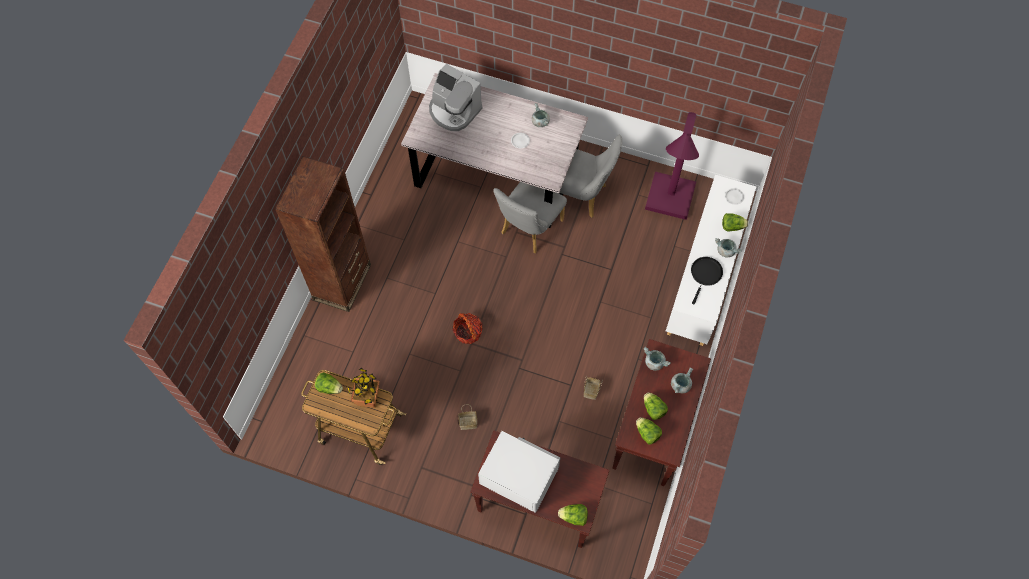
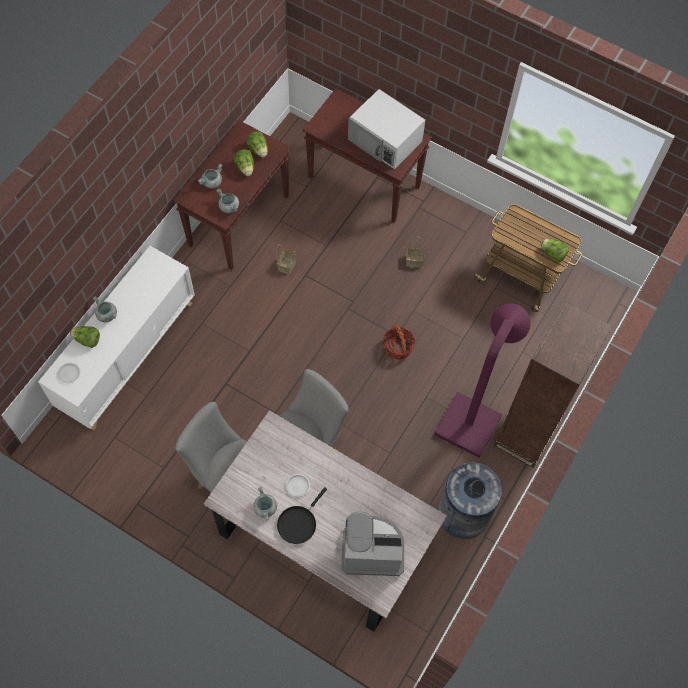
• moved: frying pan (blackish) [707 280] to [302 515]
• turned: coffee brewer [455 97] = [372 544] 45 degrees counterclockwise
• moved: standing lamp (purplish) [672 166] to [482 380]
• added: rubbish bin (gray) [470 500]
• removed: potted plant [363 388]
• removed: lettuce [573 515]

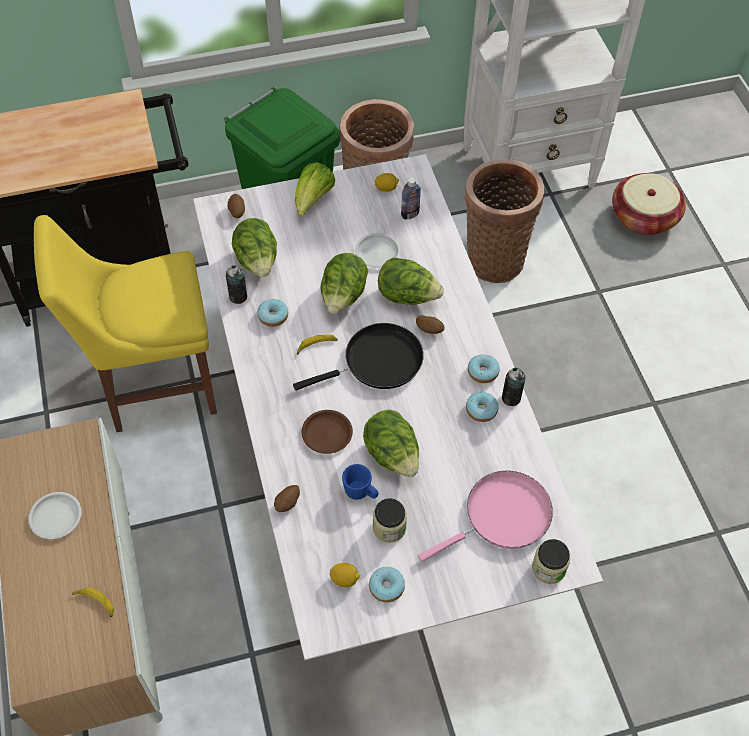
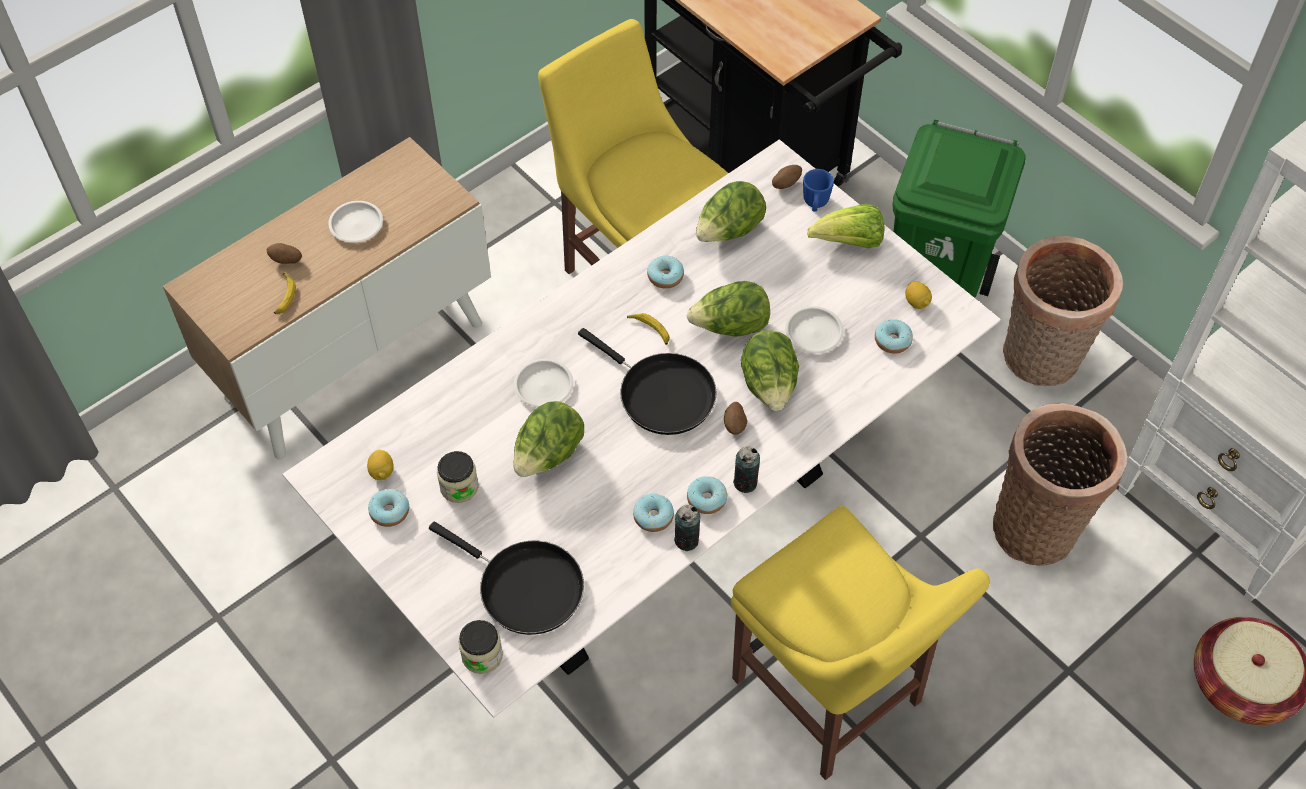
• moved: potato [287 498] to [284 253]
• recoloured: frying pan (pinkish) [485 516] to frying pan (blackish) [506 578]
• recoloured: dinner plate (brownish) [327 432] to dinner plate (white-coloured) [544 383]
• added: chair (yellow) [860 643]
• moved: sealed can [236 284] to [746 469]
• moved: tea mug (blue) [360 482] to [818 190]
• replaced: drink bottle [411 198] to doughnut [894 336]

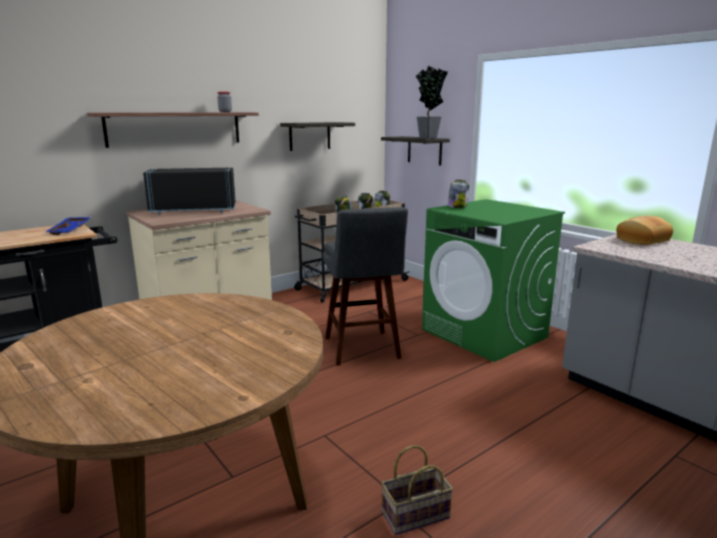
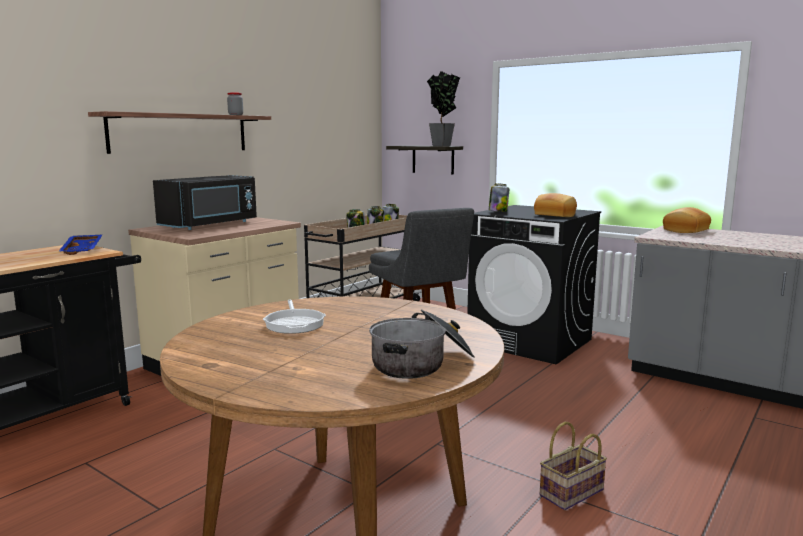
• turned: kitchen microwave (blackish) [189 191] = [205 202] 150 degrees clockwise
• added: frying pan [294 316]
• added: cooking pot [422 344]
• recoloured: laundry machine (greenish) [493 280] to laundry machine (blackish) [534 285]
• added: baked bread [555 205]
• removed: shelf [317 136]

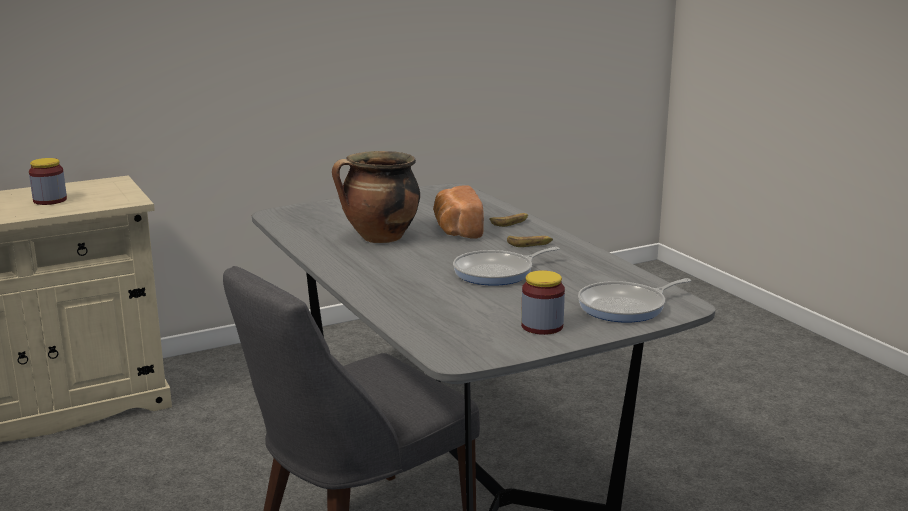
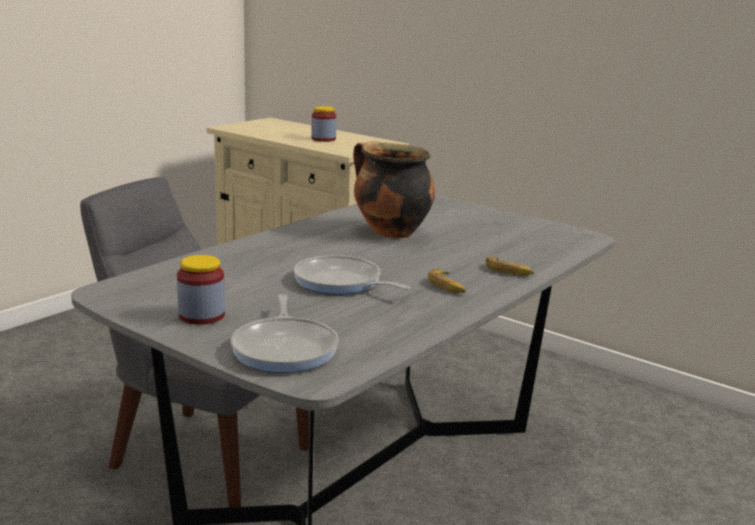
• turned: frying pan [634 300] = [284 333] 135 degrees counterclockwise
• removed: baked bread [458 212]

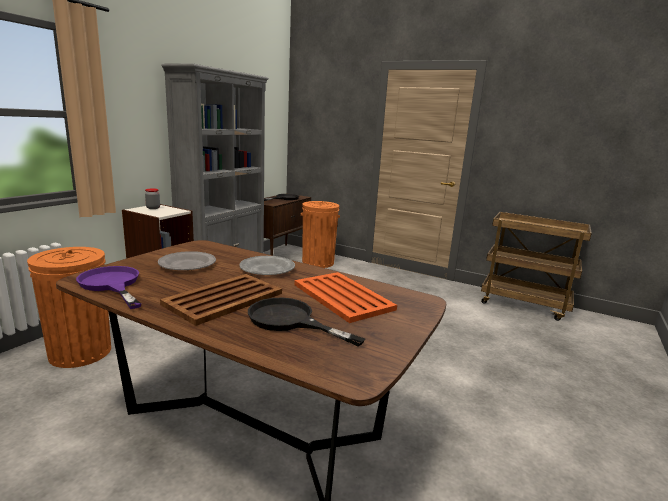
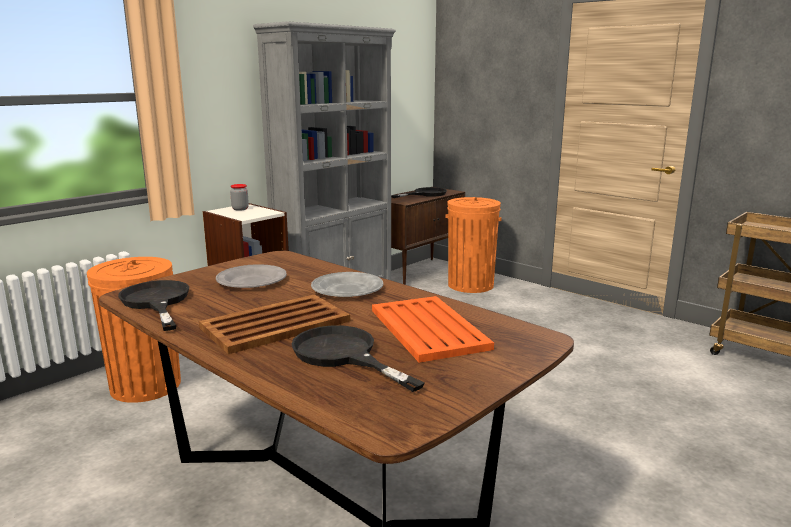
• recoloured: frying pan (purplish) [108 287] to frying pan (blackish) [153 305]

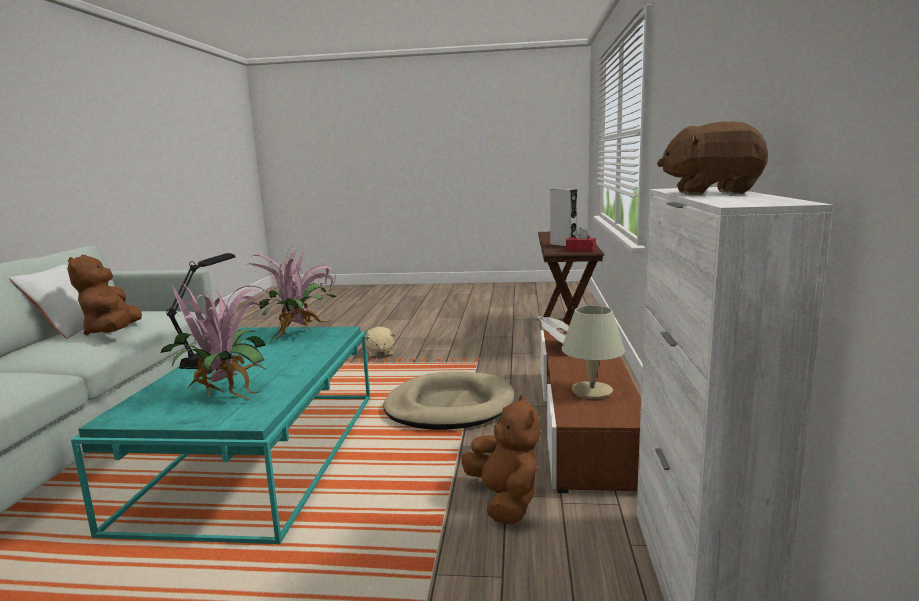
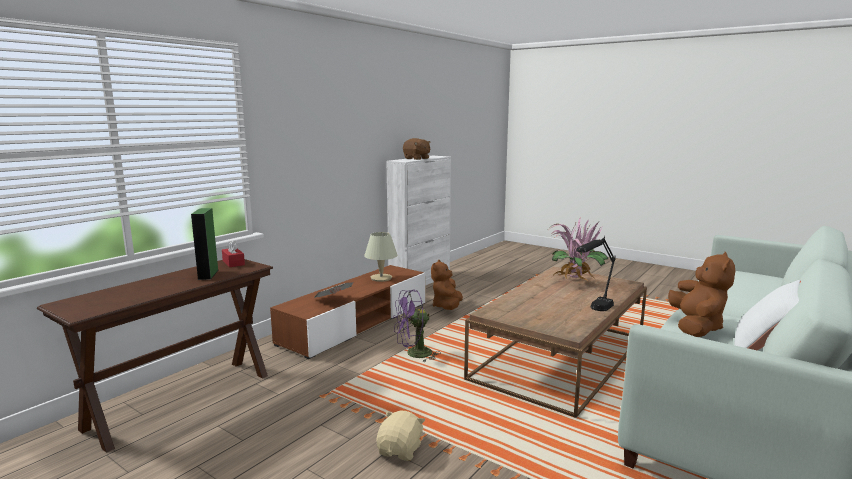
• recoloured: audio speaker (gray) [563 218] to audio speaker (greenish) [204 244]
• replaced: pet bed (sand-coloured) [448 400] to electric fan (purplish) [417 325]
• recoloured: lounge table (blue-green) [220 436] to lounge table (brownish) [555 342]
• removed: potted plant [293 293]

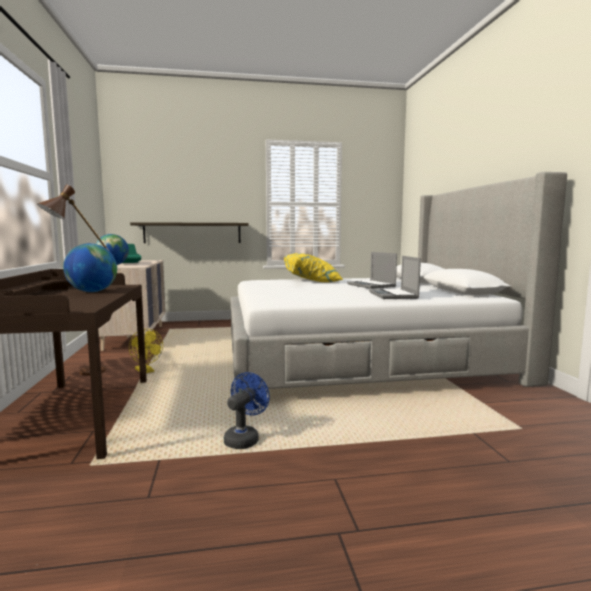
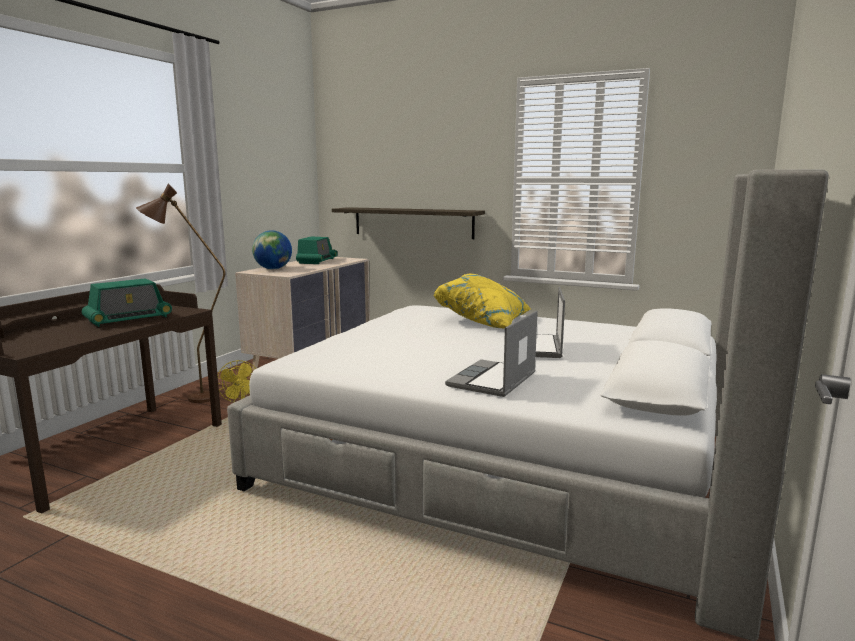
• replaced: globe [90 267] to radio set [127 303]
• removed: electric fan (blue) [247 410]

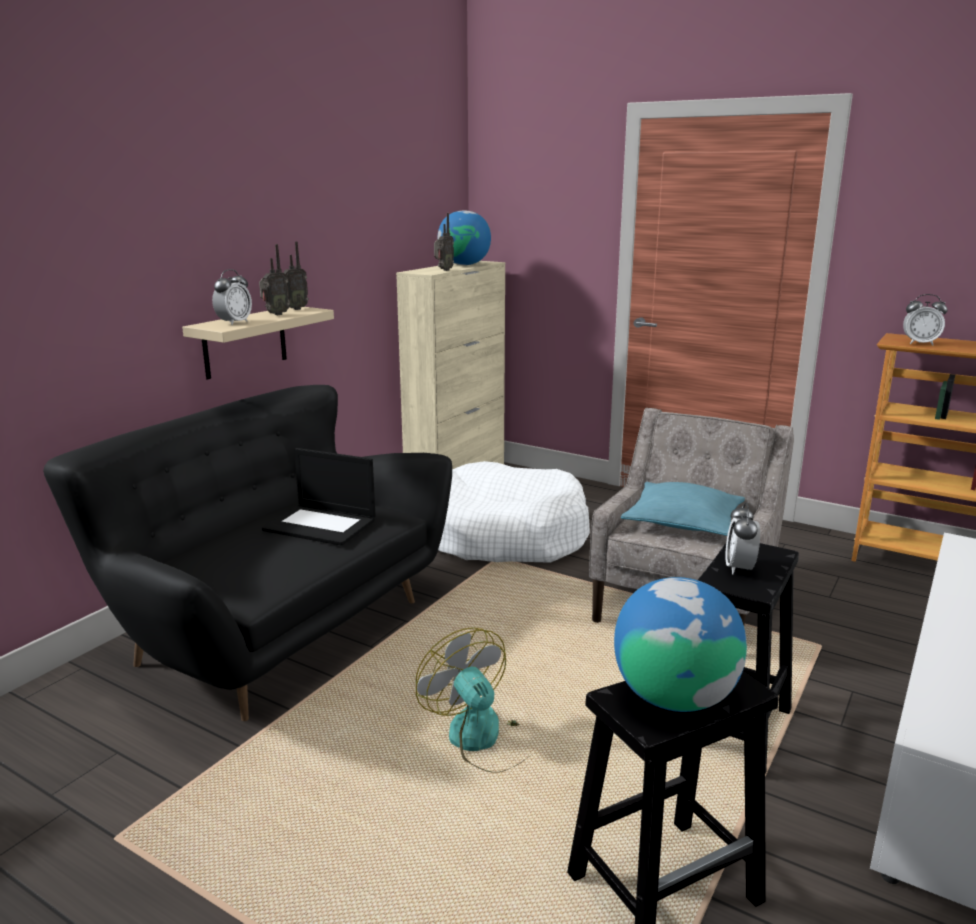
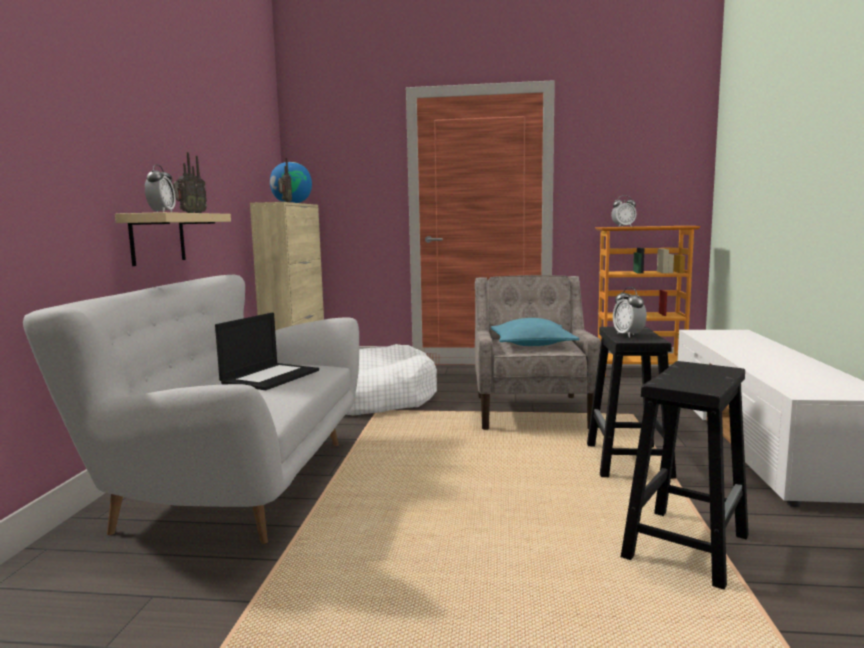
• recoloured: couch (blackish) [247 553] to couch (white-coloured) [191 409]
• turned: notebook computer [319 497] = [267 351] 60 degrees counterclockwise
• removed: electric fan [471 700]
• removed: globe [680 644]

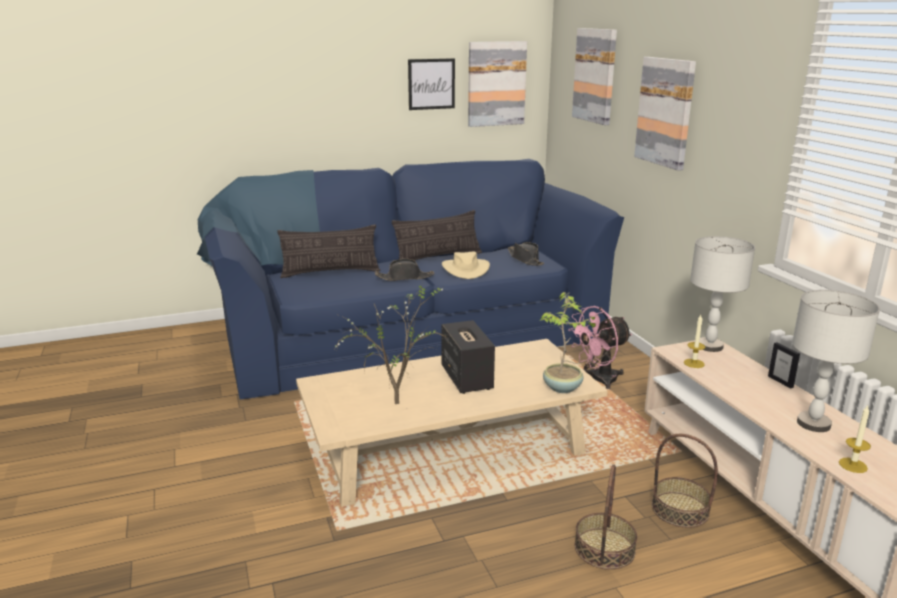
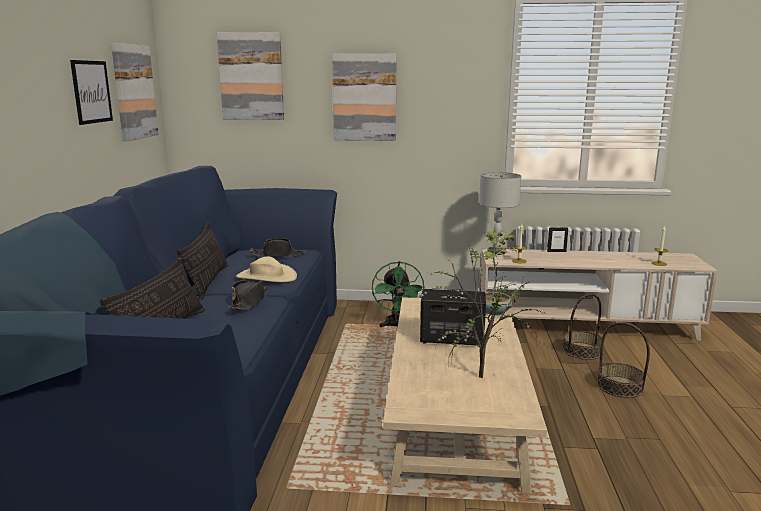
• recoloured: electric fan (pinkish) [600 347] to electric fan (greenish) [398 294]
• removed: lamp for a table (gray) [836 361]

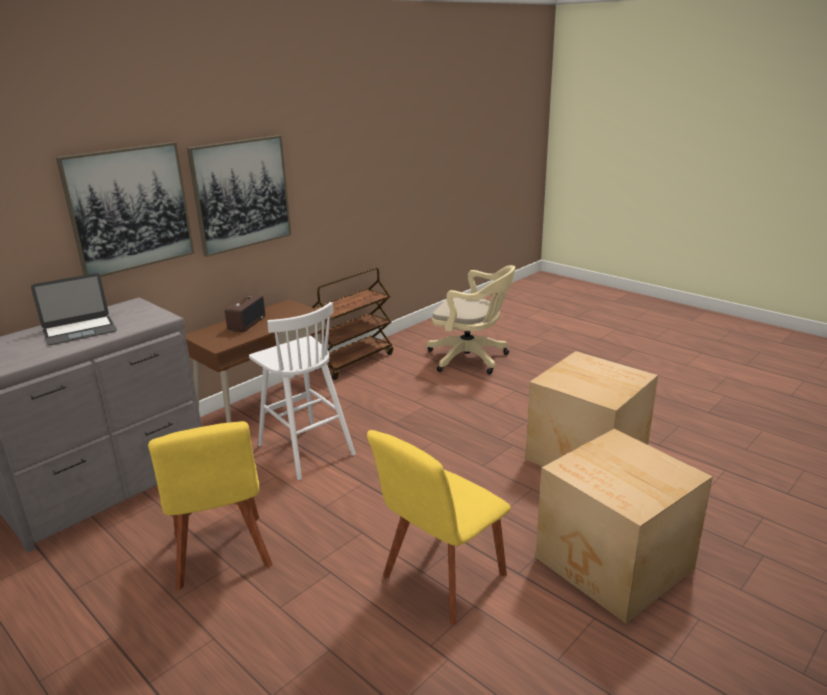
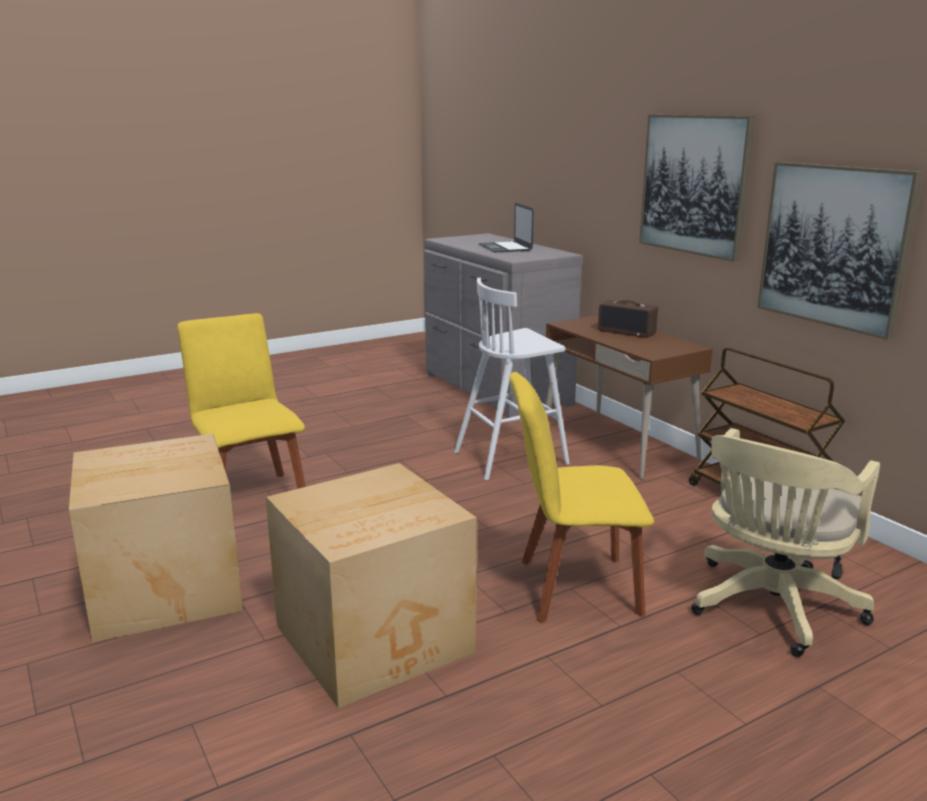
• moved: chair (yellow) [210 506] to [581 497]
• moved: wall picture [125 209] to [839 251]

